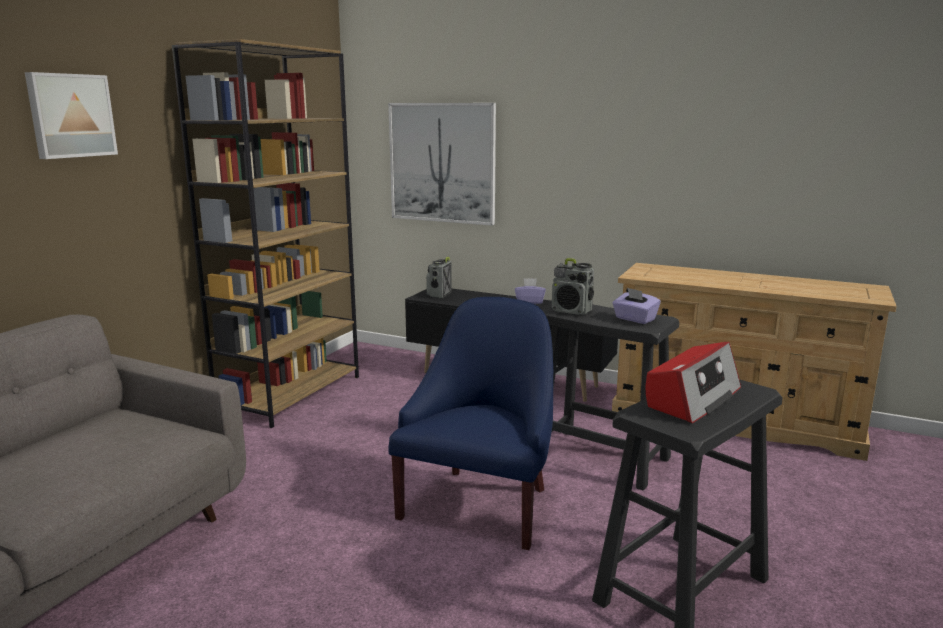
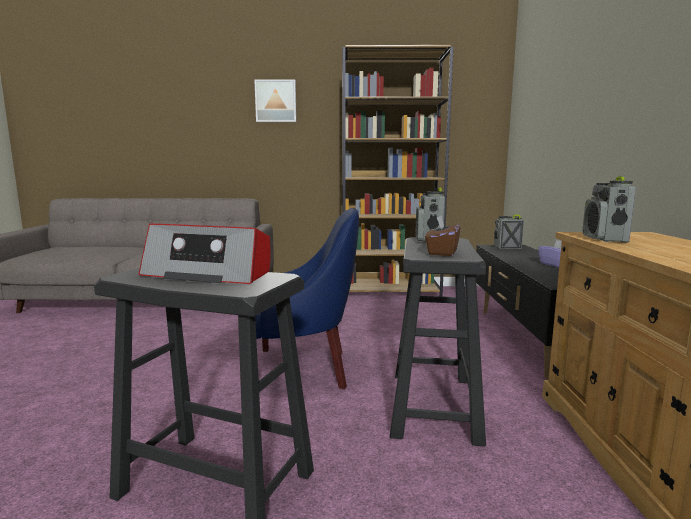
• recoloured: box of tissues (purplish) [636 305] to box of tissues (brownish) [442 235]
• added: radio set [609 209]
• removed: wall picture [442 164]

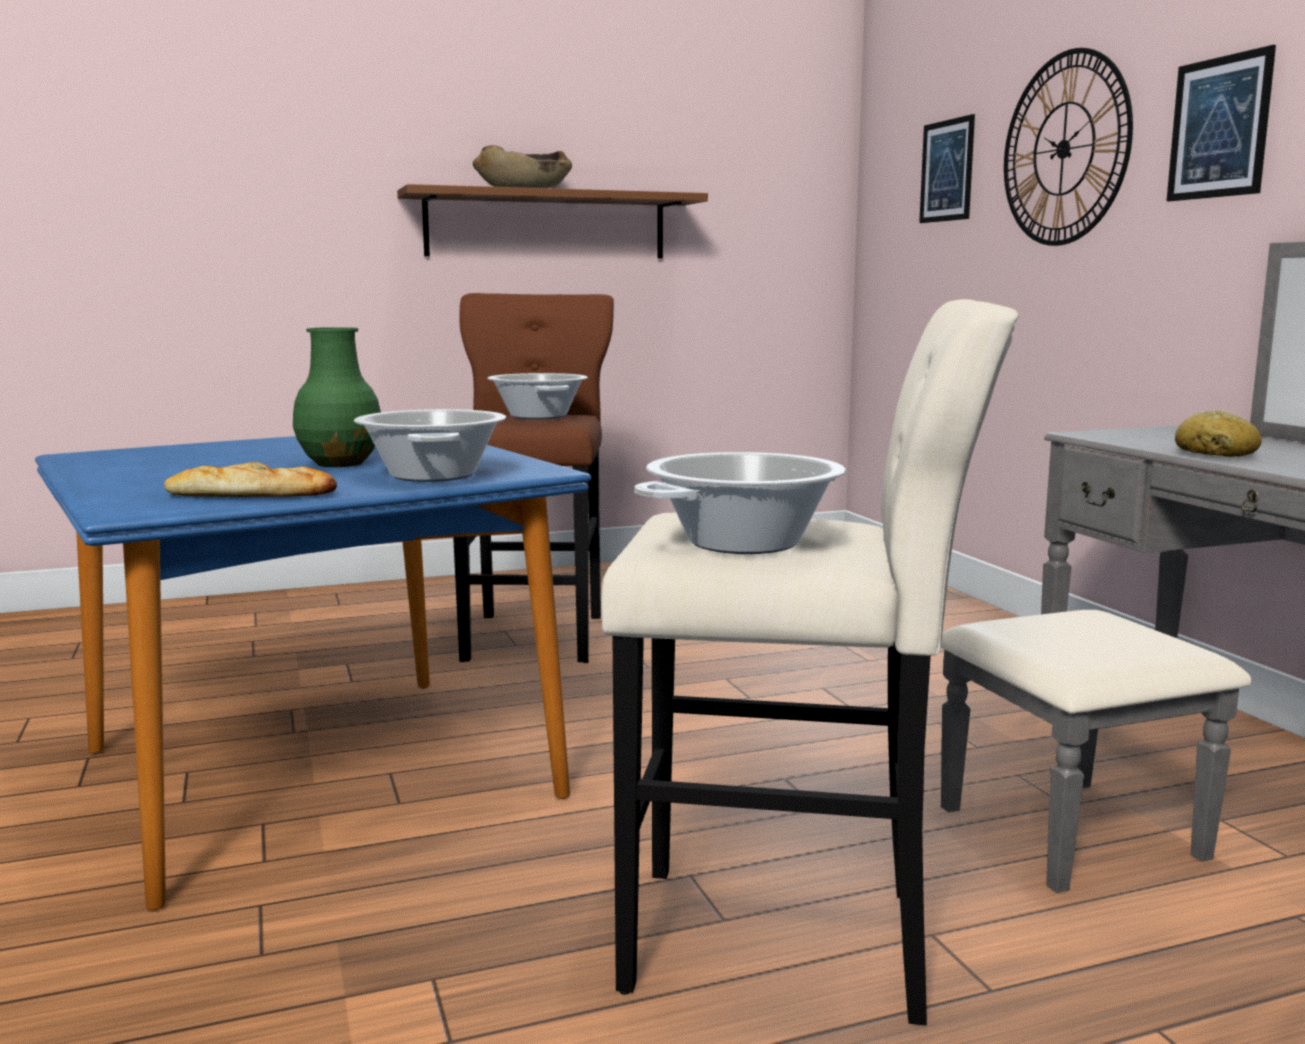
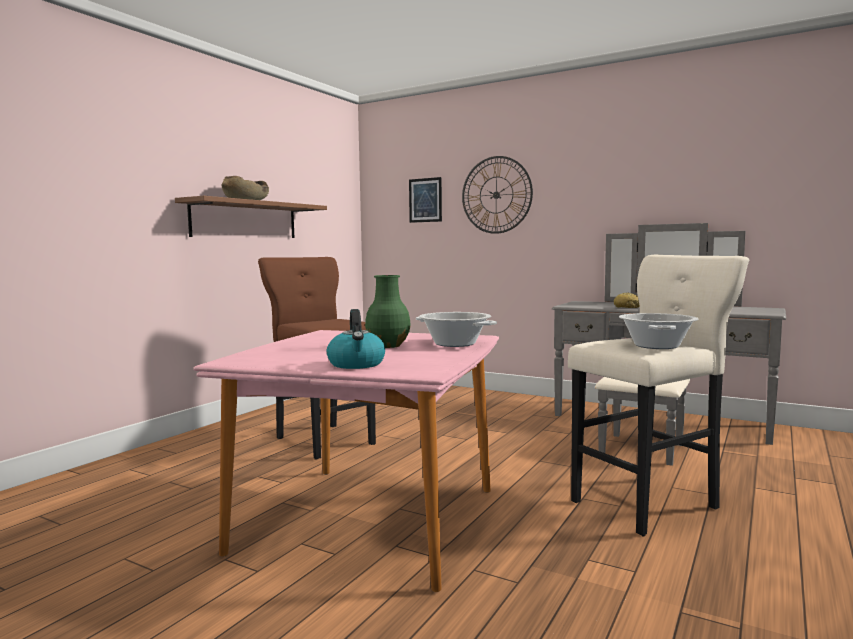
• recoloured: kitchen table (blue) [313 673] to kitchen table (pinkish) [346 461]
• added: kettle [356 339]
• removed: baked bread [250 479]
• removed: cooking pot [537 396]
• removed: wall picture [1221 123]

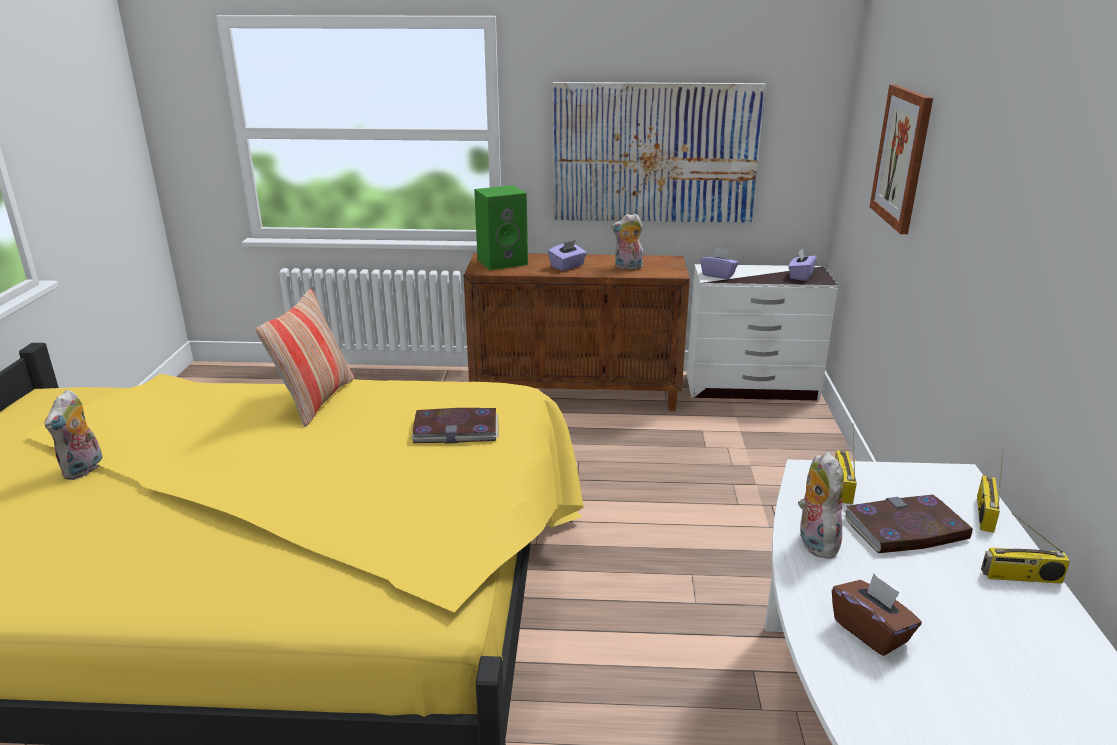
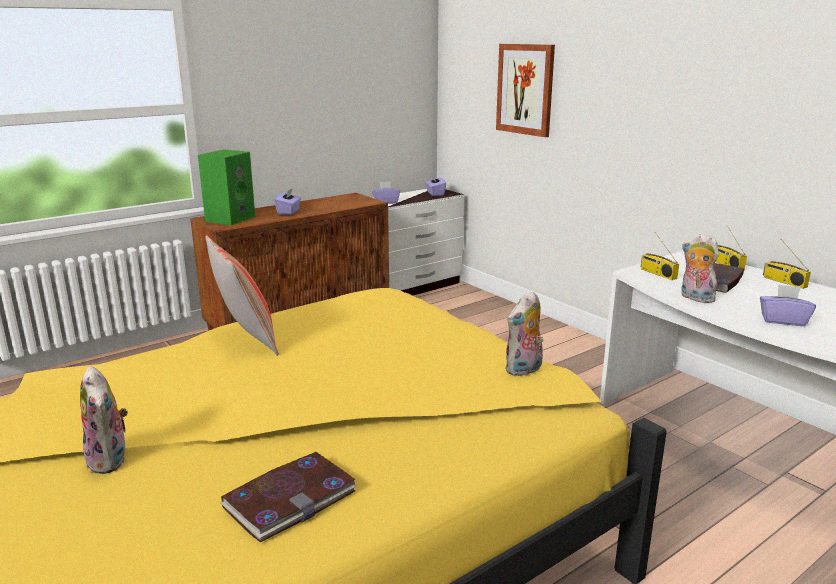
• moved: bound book [455 426] to [289 497]
• moved: cuddly toy [627 241] to [524 334]
• recoloured: box of tissues (brownish) [877 615] to box of tissues (purplish) [788 305]
• turned: radio set [1025 548] = [787 264] 90 degrees clockwise
• removed: wall picture [659 152]

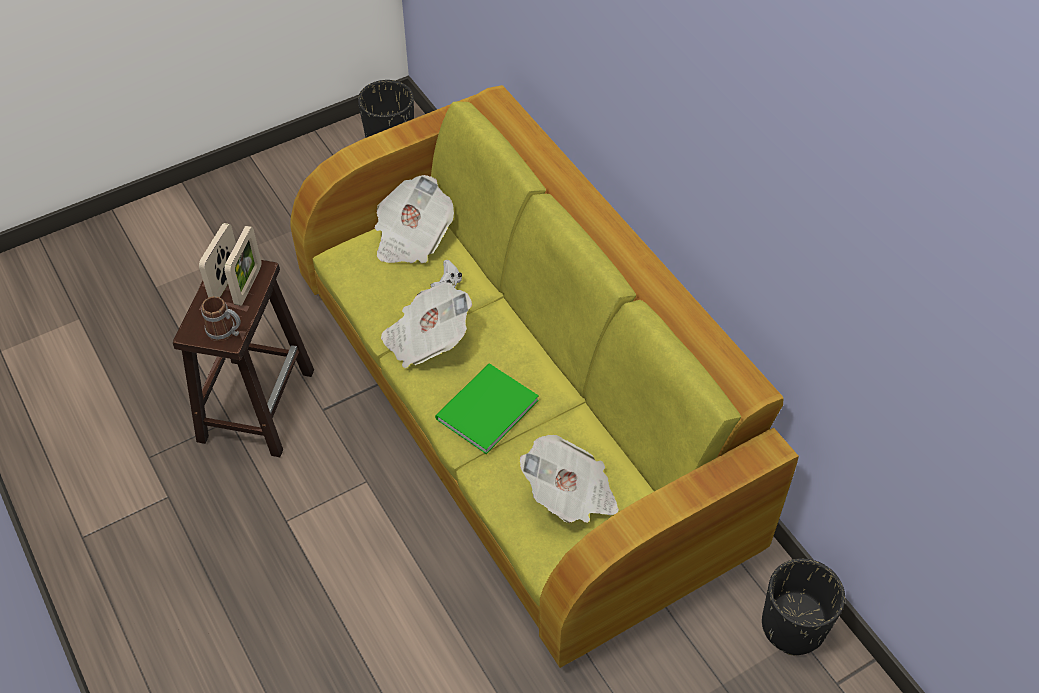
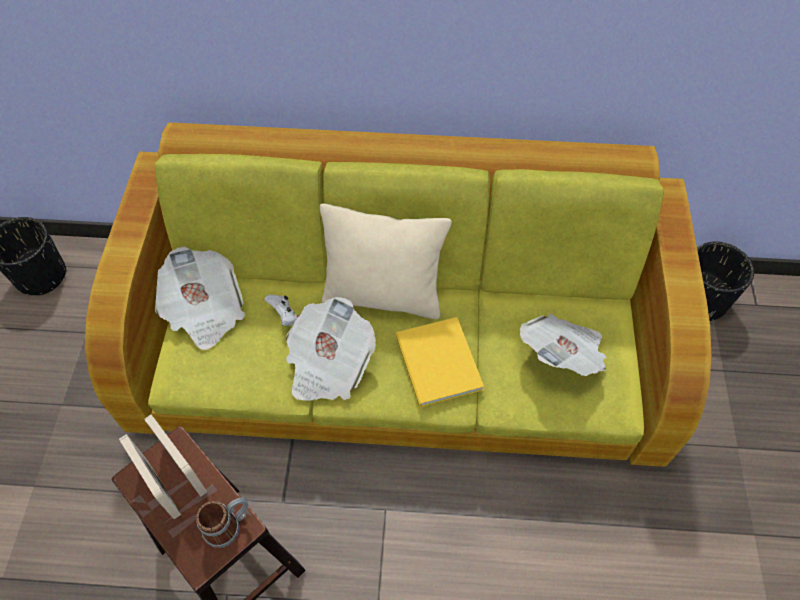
• added: pillow (sand-coloured) [386 261]
• recoloured: bound book (greenish) [487 408] to bound book (yellow) [440 362]

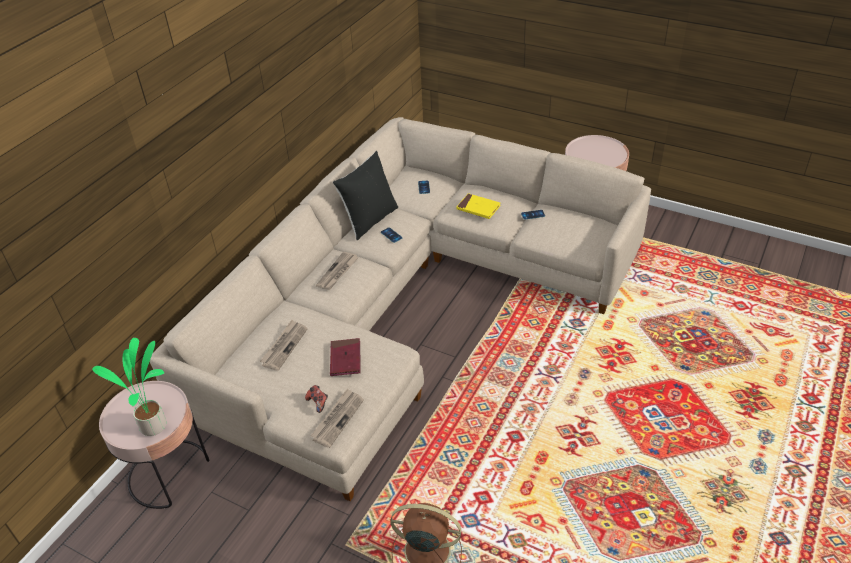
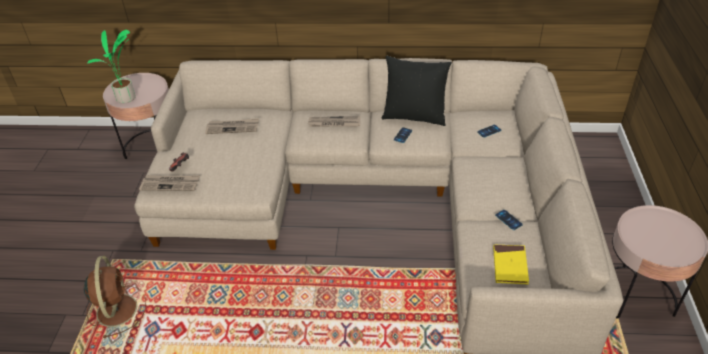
• moved: bound book (yellow) [478 206] to [511 264]
• removed: bound book (reddish) [345 357]

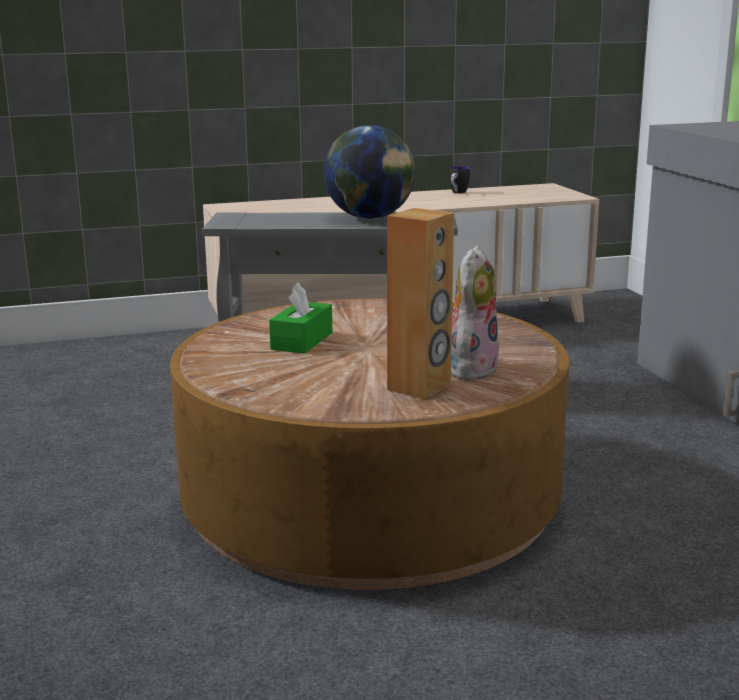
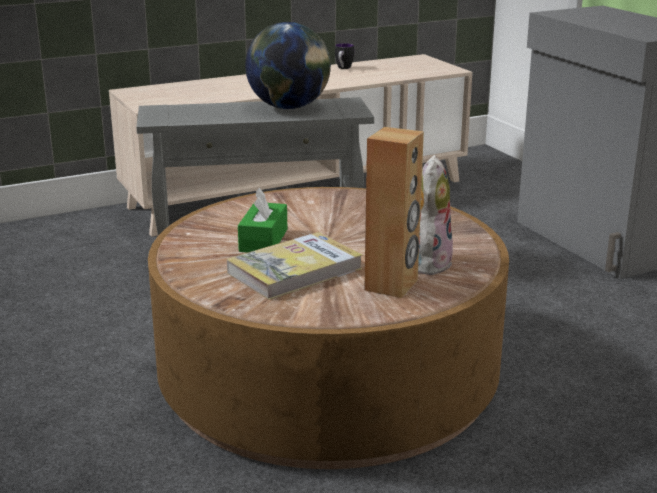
• added: bound book [294 266]

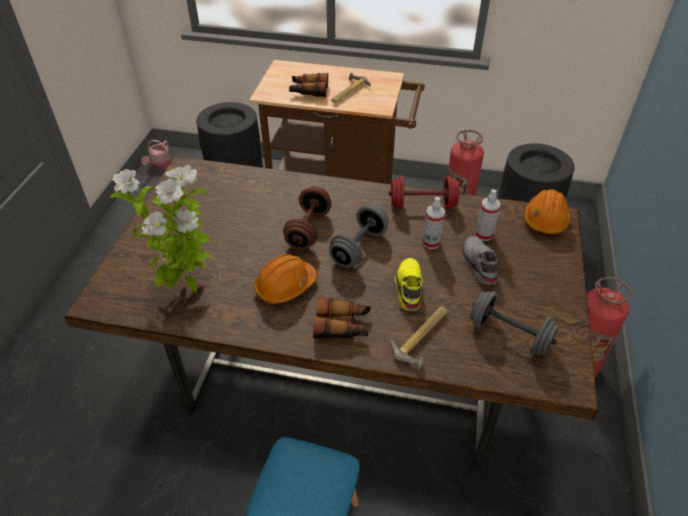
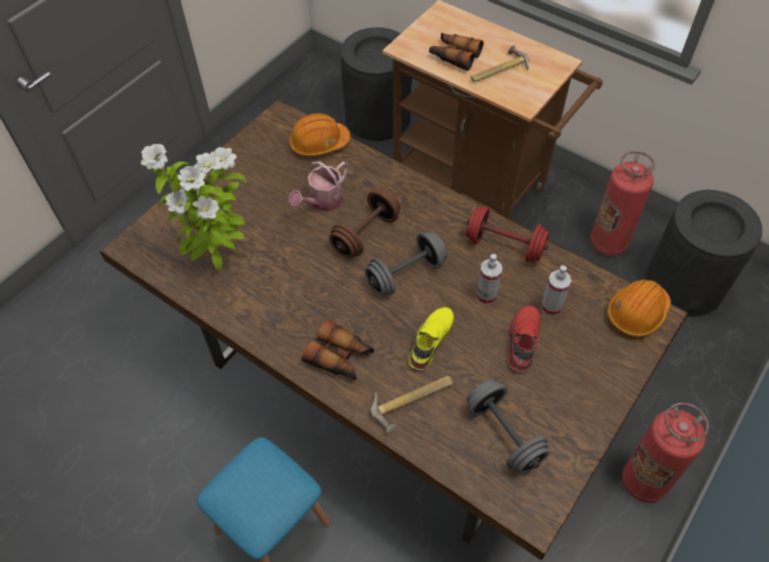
• moved: work helmet (orange-coloured) [285 279] to [319 134]
• moved: watering can [156 155] to [318 186]
• recoloured: low shoe (gray) [480 260] to low shoe (reddish) [524 338]

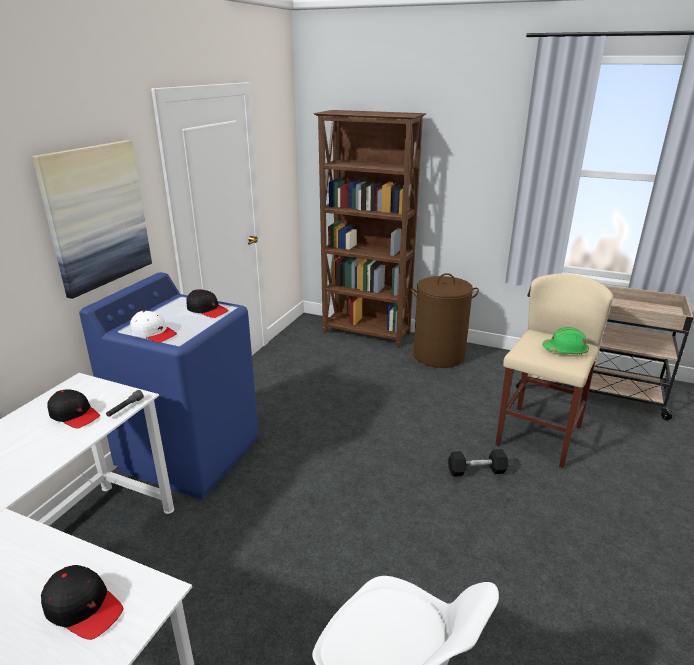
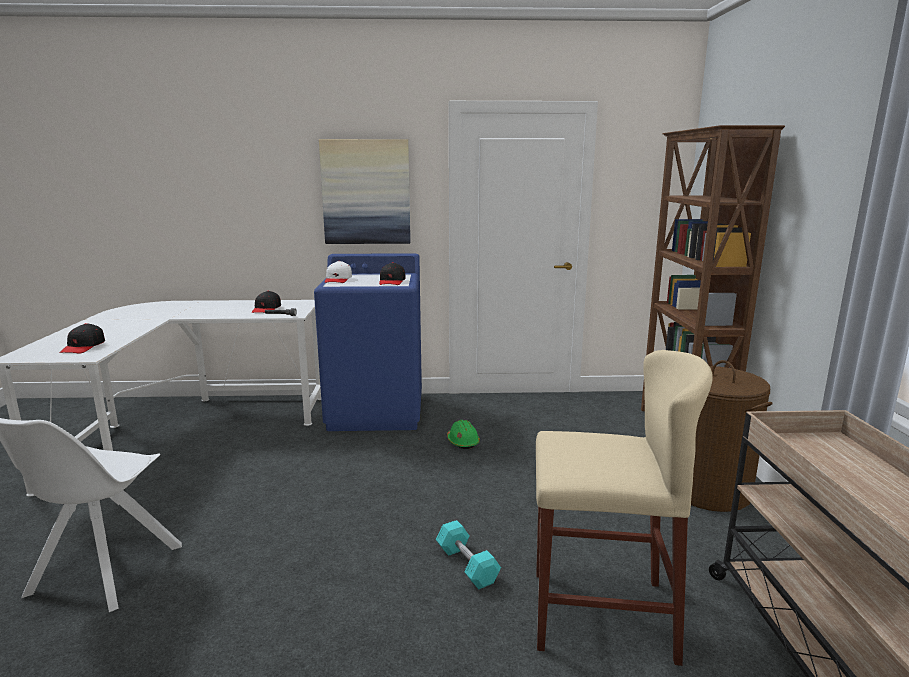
• recoloured: free weight (blackish) [478 463] to free weight (blue-green) [468 554]
• moved: work helmet (greenish) [565 340] to [463 434]

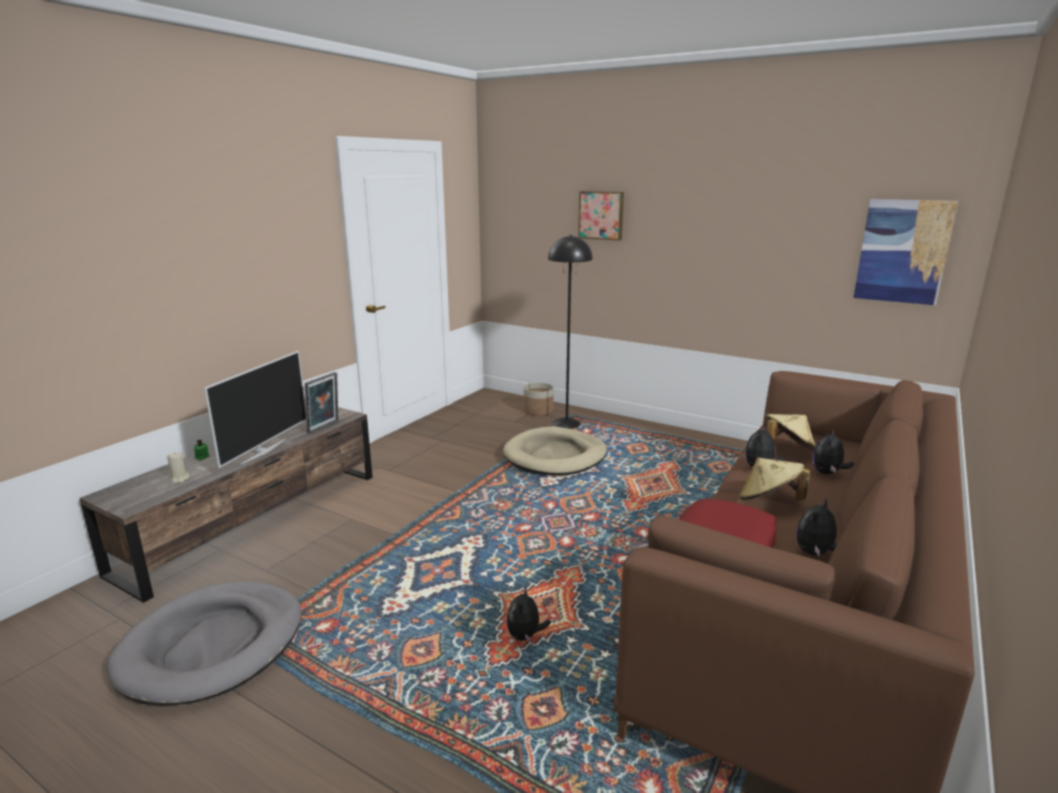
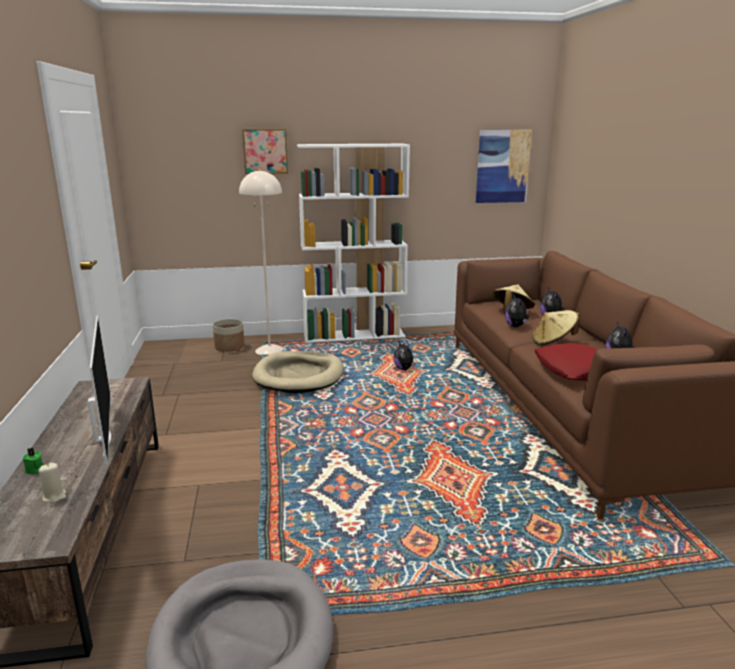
• recoloured: standing lamp (blackish) [570 332] to standing lamp (sand-coloured) [261 262]
• added: shelving unit (white-coloured) [353 243]
• moved: cuddly toy [528 614] to [405 356]
• removed: photo frame [321 403]

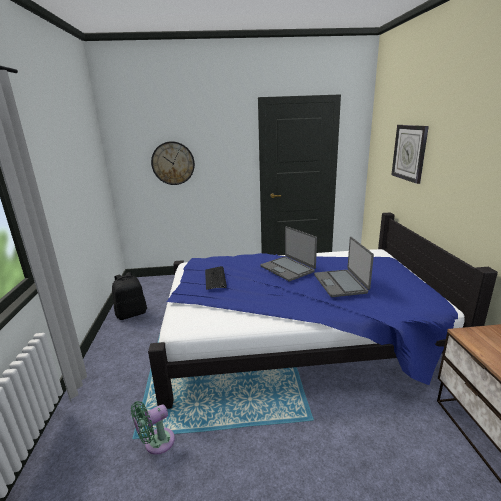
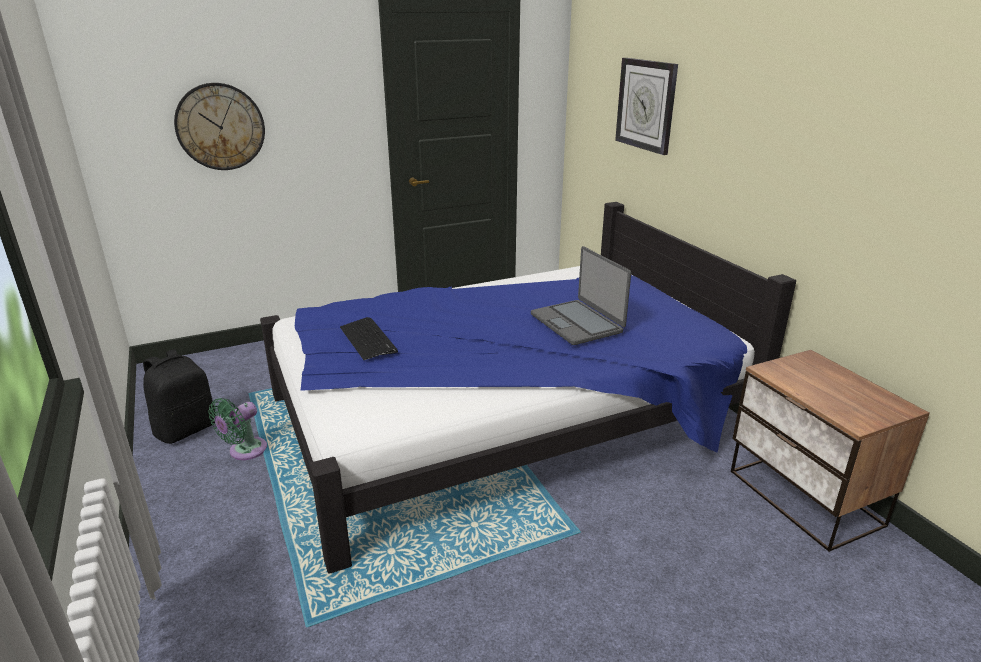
• moved: electric fan (greenish) [153 428] to [237 429]
• removed: notebook computer [289 253]

